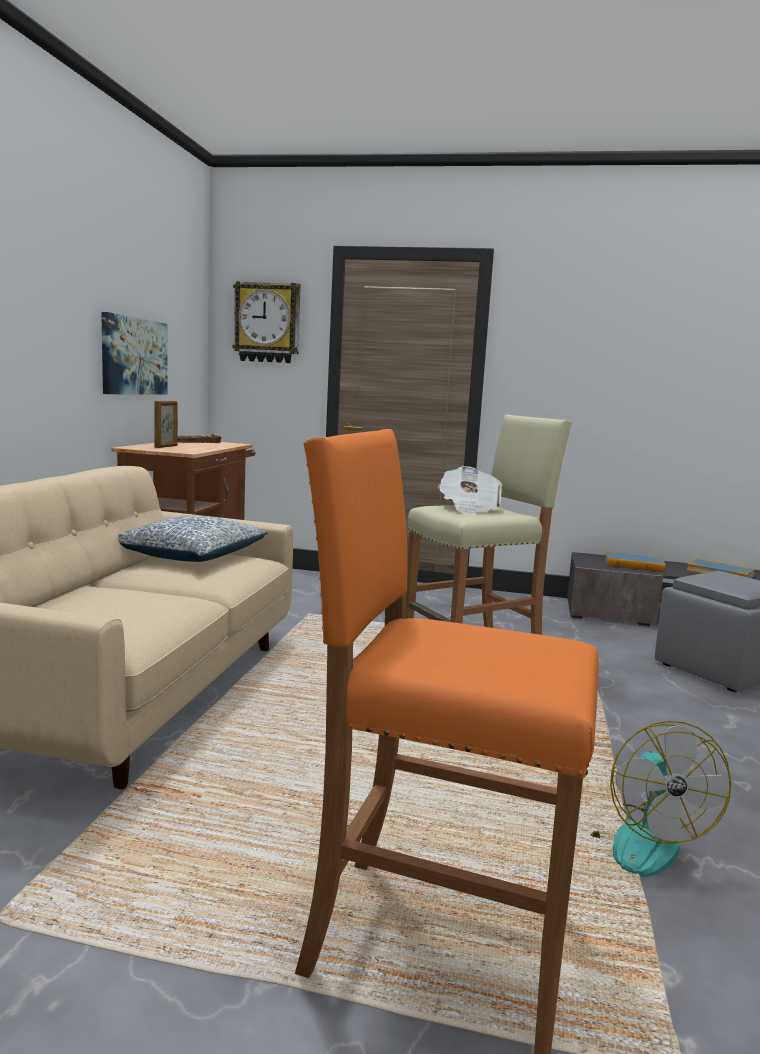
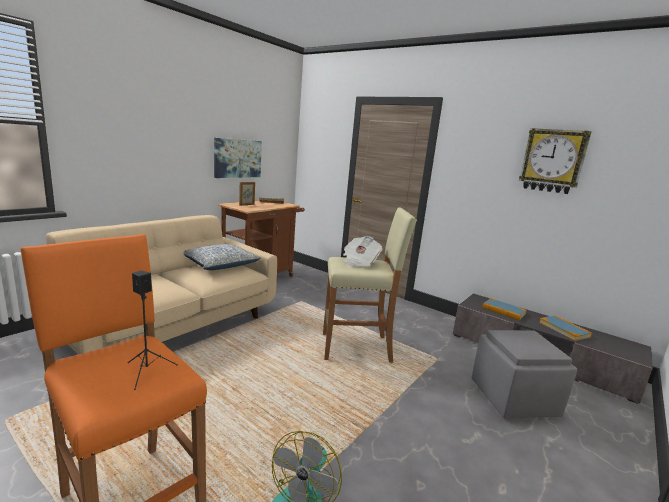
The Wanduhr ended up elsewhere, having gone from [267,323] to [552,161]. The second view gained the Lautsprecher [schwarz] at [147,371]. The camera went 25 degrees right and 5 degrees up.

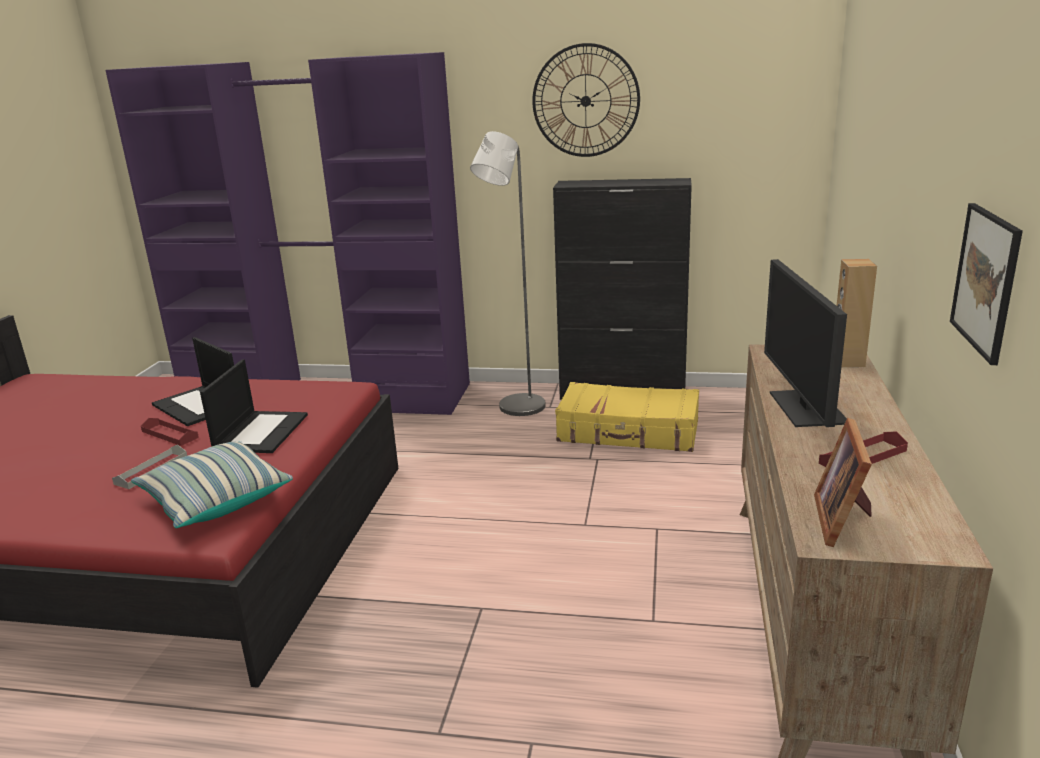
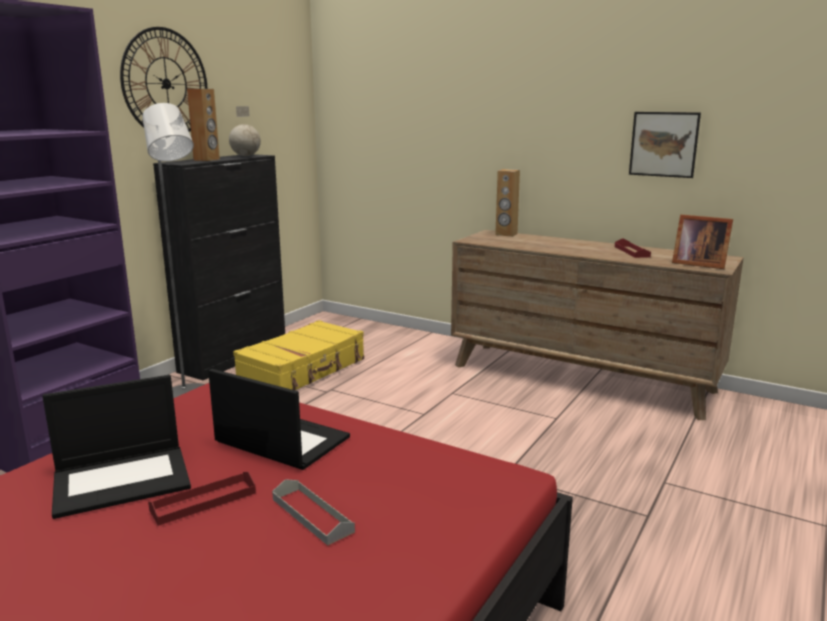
The second view lost the Monitor at [807,408]. The second view lost the Kissen at [215,500]. The second view gained the Lautsprecher [braun] at [207,160]. The second view gained the Globus at [245,156]. The camera went 70 degrees left and 5 degrees down.

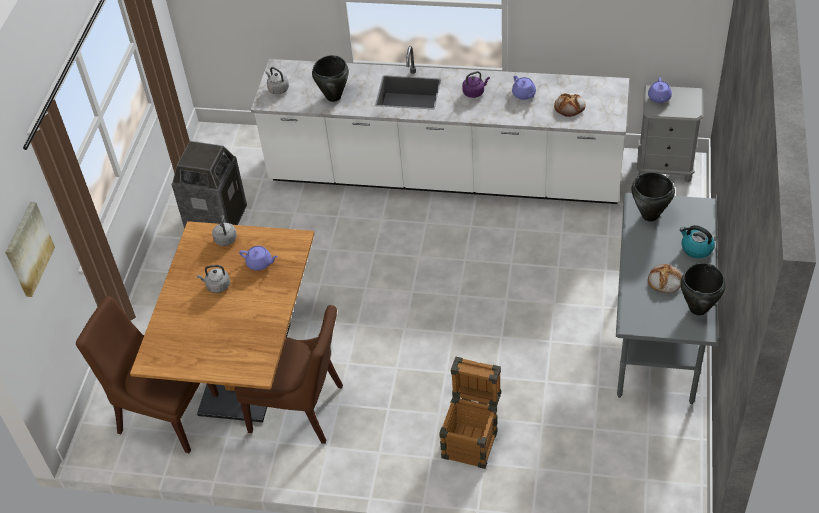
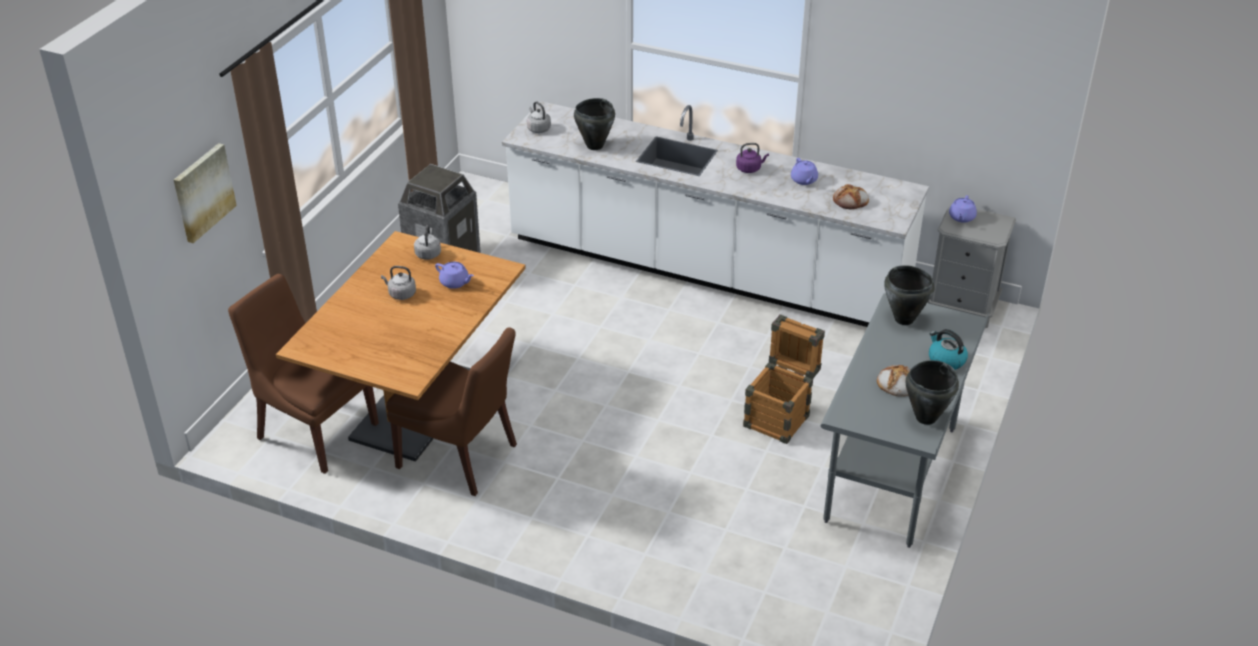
The Kiste ended up elsewhere, having gone from [472,438] to [780,416]. The camera went 10 degrees right and 10 degrees down.

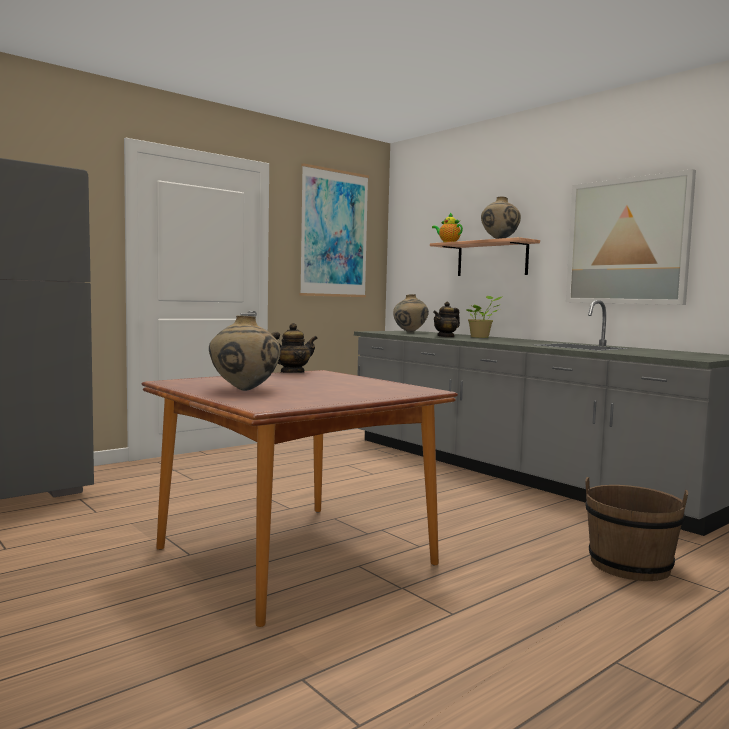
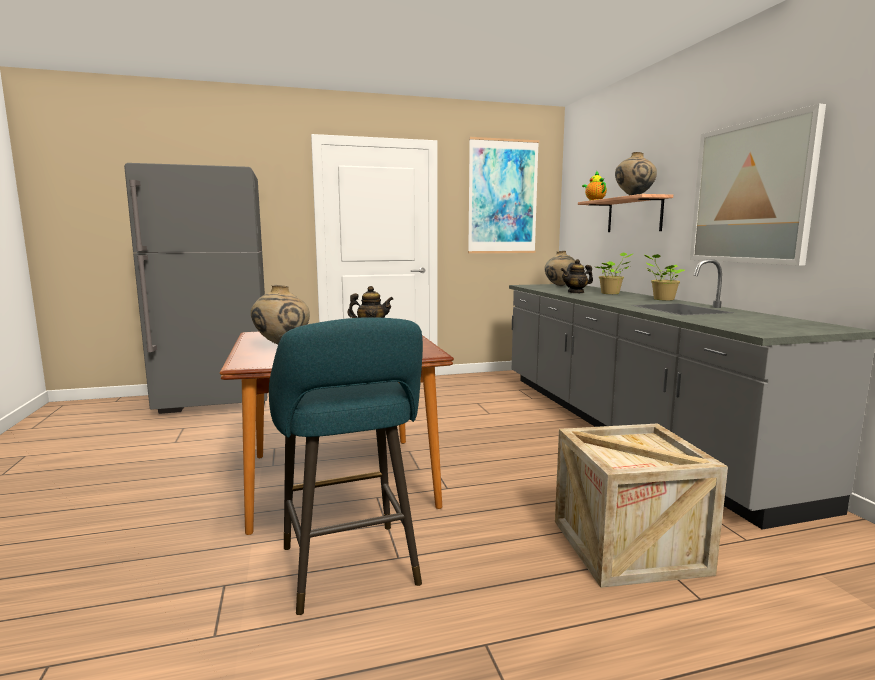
Where the Eimer [braun] stood at [629,565], the Kiste came to stand at [628,546]. The second view gained the Topfpflanze at [662,299]. The second view gained the Hocker [türkis] at [351,570]. The camera went 25 degrees right and 5 degrees up.

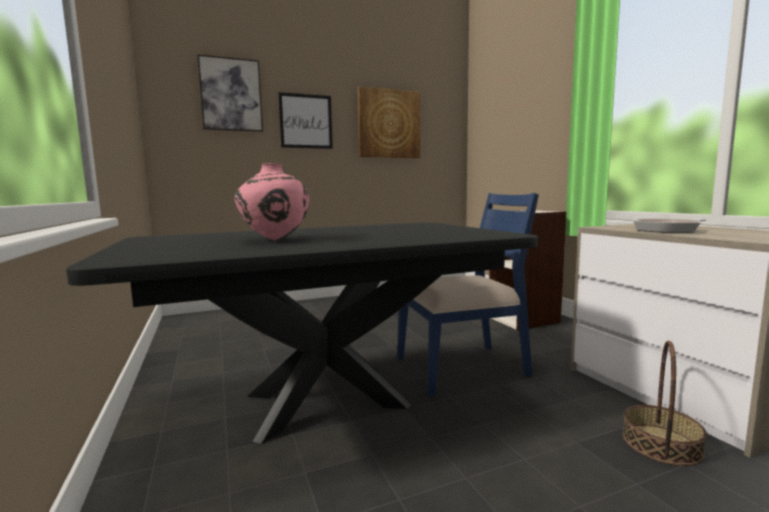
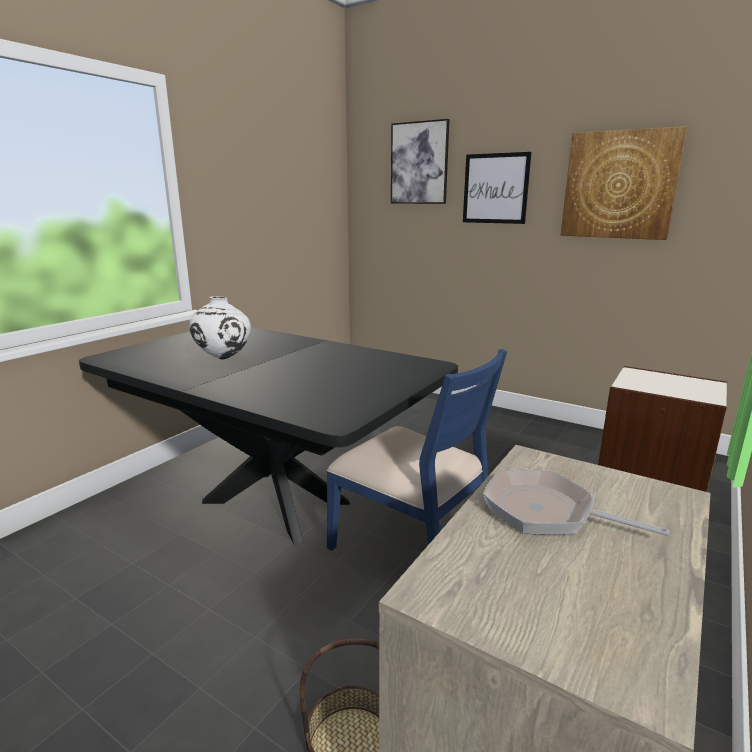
What was the Vase [rosa] at [275,240] turned into the Vase [weiß] at [223,358]. The camera went 55 degrees right and 10 degrees up.

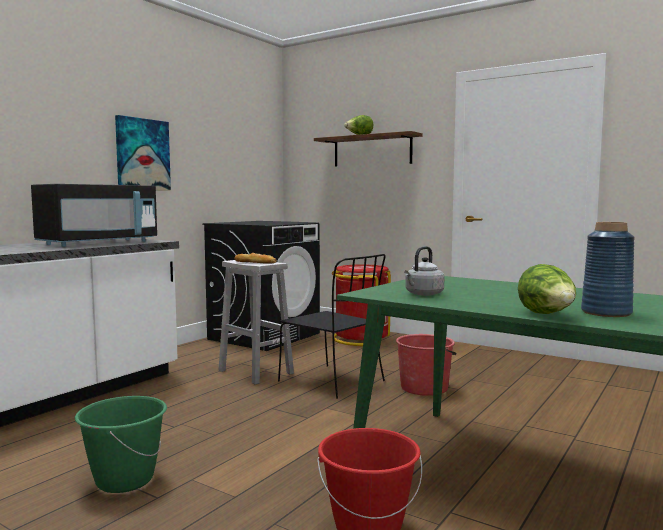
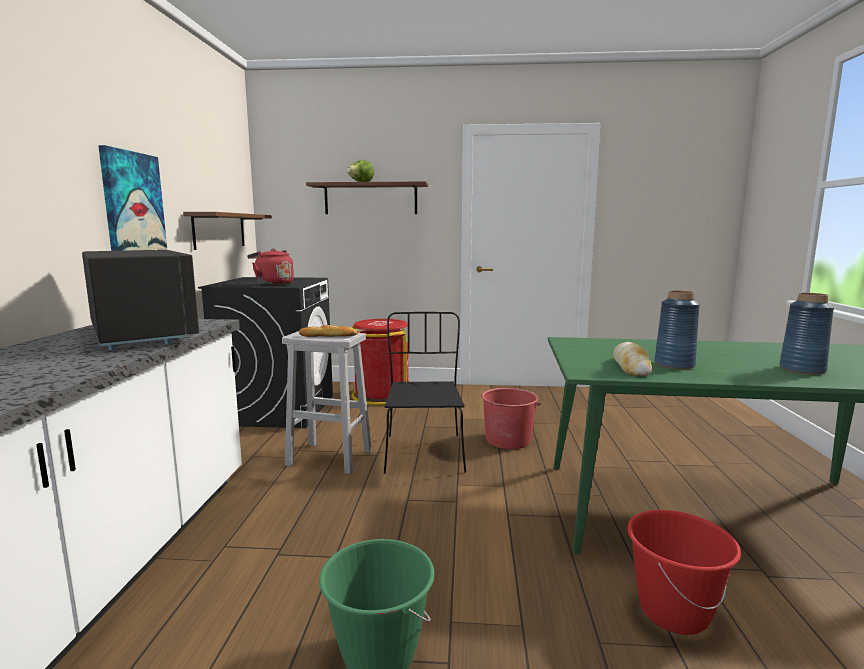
The Mikrowelle [schwarz] at [98,243] ended up facing another way, 45 degrees counterclockwise from before. Where the Wasserkessel [grau] stood at [423,294], the Brot came to stand at [631,366]. The Stuhl [schwarz] at [333,382] ended up facing another way, 105 degrees counterclockwise from before. The second view lost the Salatkopf at [547,315]. The second view gained the Wandregal [braun] at [219,230]. The second view gained the Wasserkessel [rot] at [272,284]. The second view gained the Vase [blau] at [674,365]. The camera went 30 degrees left and 5 degrees up.

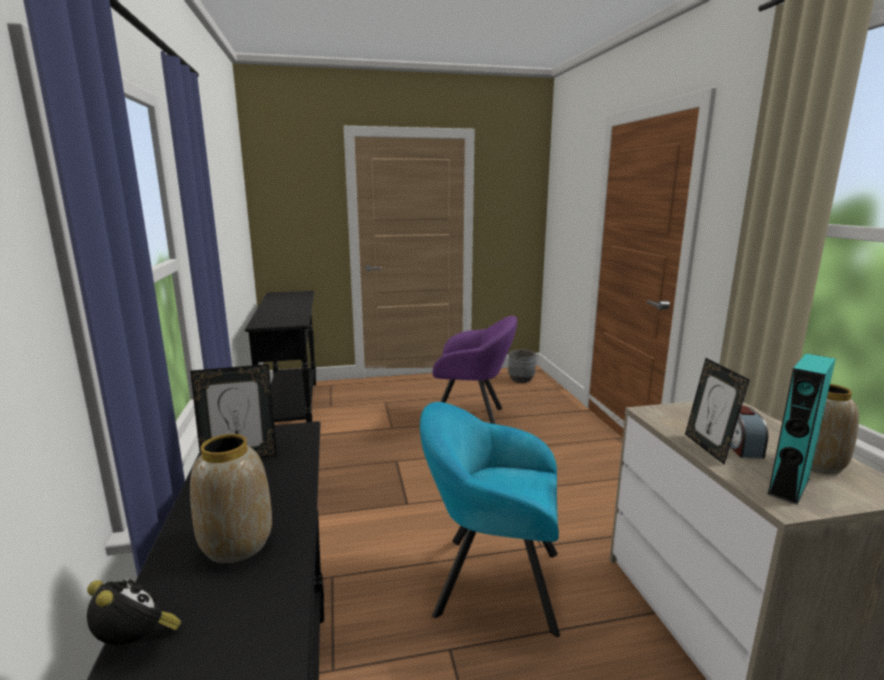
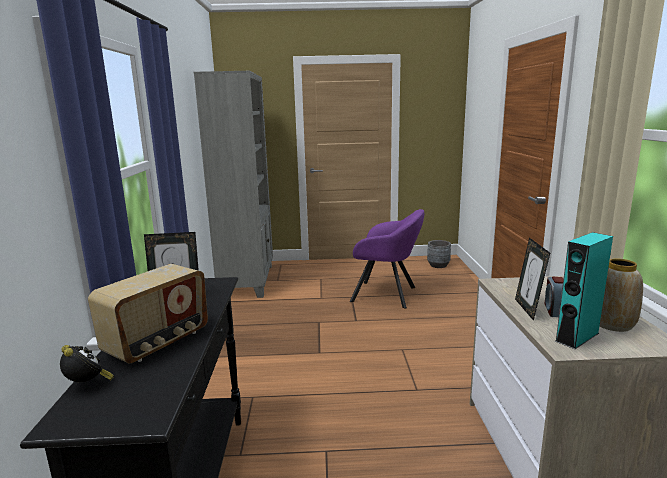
Where the Konsolentisch [schwarz] stood at [292,409], the Bücherregal [grau] came to stand at [248,281]. The second view lost the Sessel [türkis] at [491,580]. Where the Vase stood at [236,544], the Radio came to stand at [158,342]. The camera went 10 degrees right and 0 degrees up.

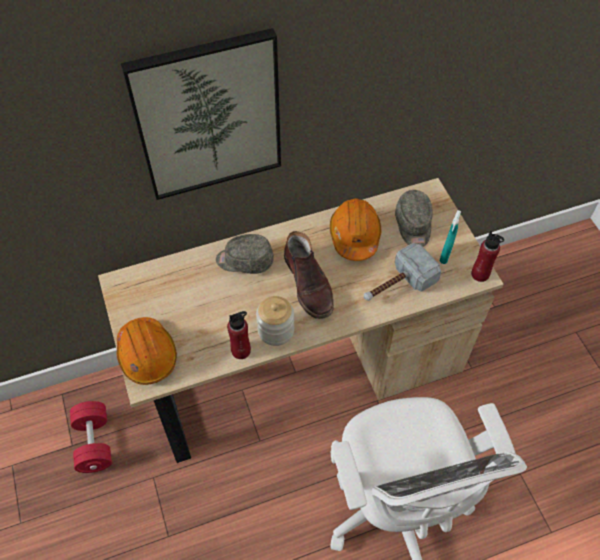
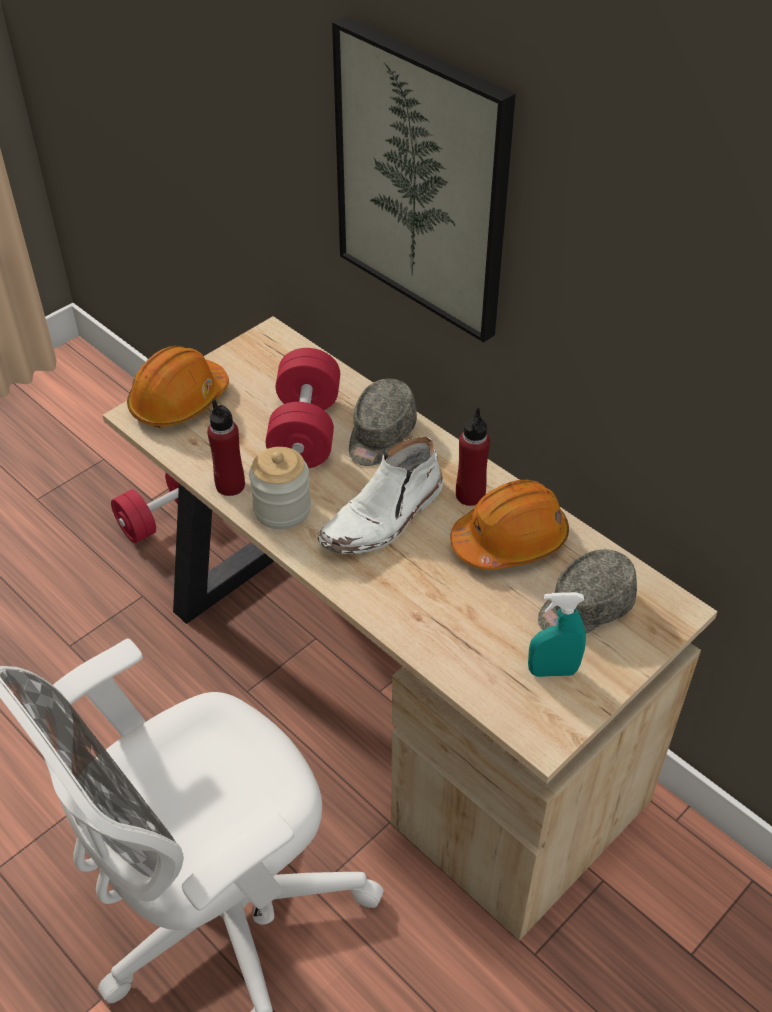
What was the Stiefel [braun] at [309,284] turned into the Stiefel [weiß] at [384,517]. The Flasche [rot] ended up elsewhere, having gone from [480,274] to [470,495]. The Kappe [grau] at [244,261] ended up facing another way, 135 degrees counterclockwise from before. The second view lost the Hammer at [396,285]. The second view gained the Hantel [rot] at [305,431]. The camera went 65 degrees right and 10 degrees down.

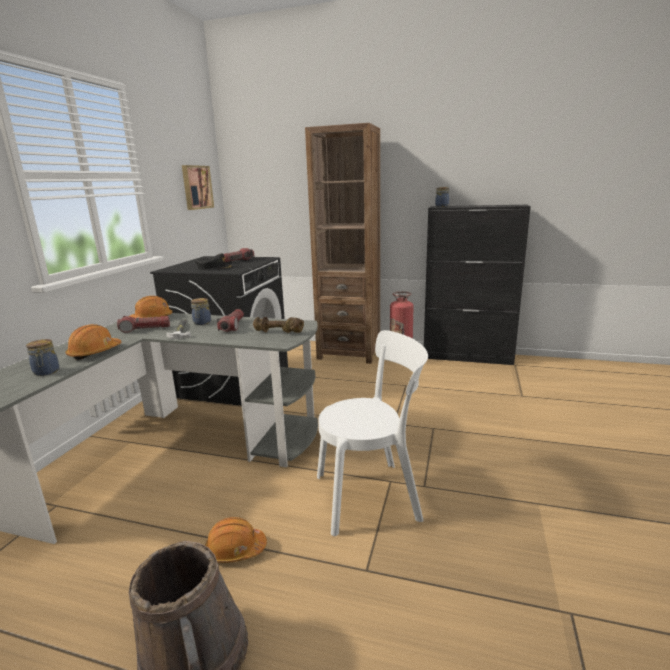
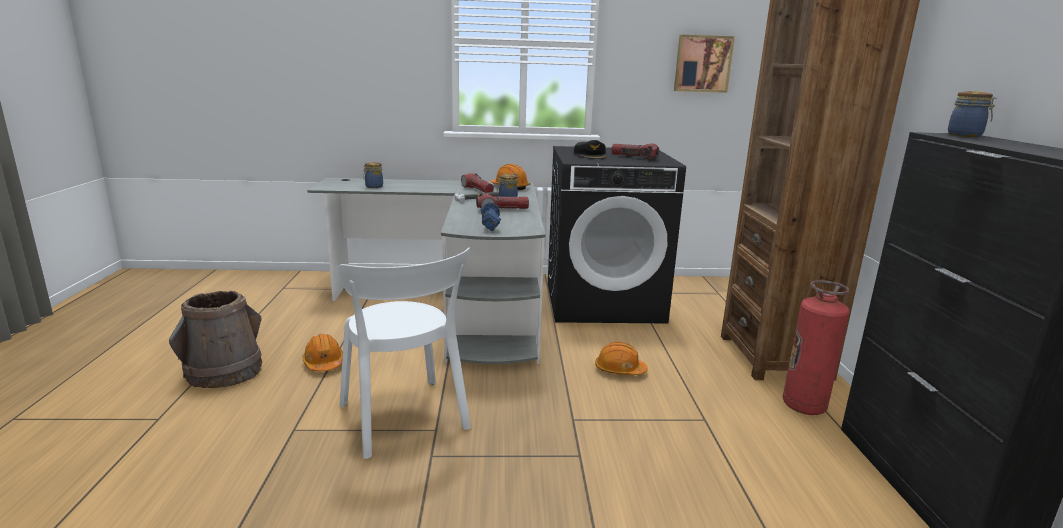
What was the Hantel [braun] at [278,332] turned into the Hantel [blau] at [490,225]. The Schutzhelm [orange] ended up elsewhere, having gone from [94,352] to [619,370]. The camera went 70 degrees right and 0 degrees up.

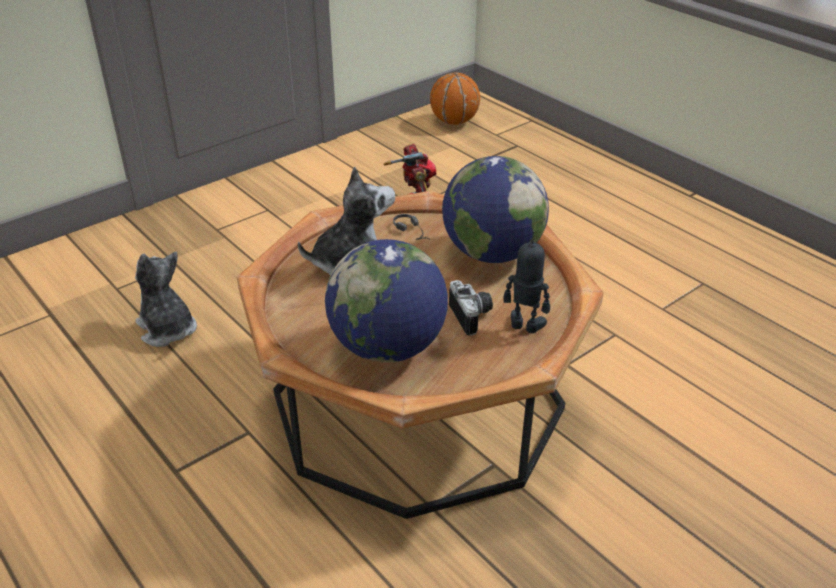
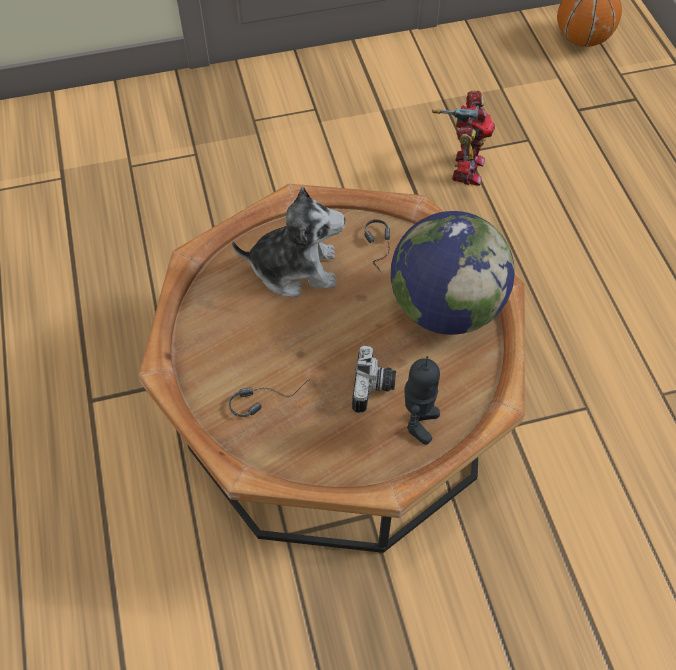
The Spielzeugroboter at [524,326] ended up facing another way, 60 degrees clockwise from before. Where the Globus stood at [388,347], the Kopfhörer came to stand at [268,396]. The second view lost the Plüschtier at [167,329]. The camera went 25 degrees right and 20 degrees up.

